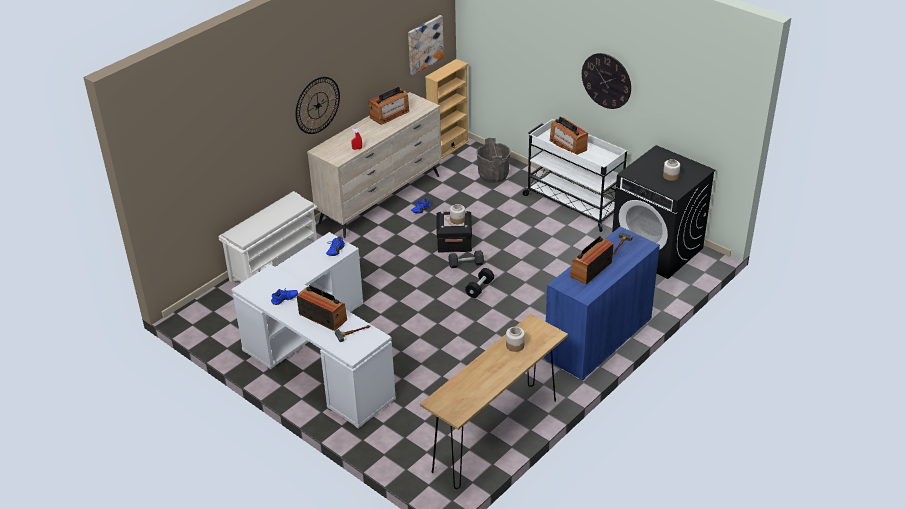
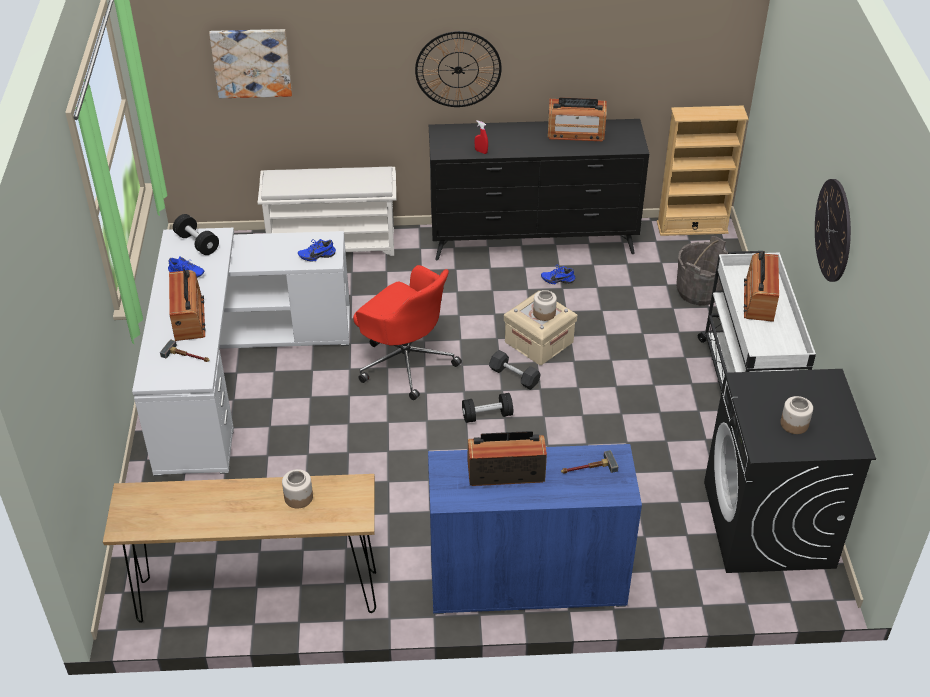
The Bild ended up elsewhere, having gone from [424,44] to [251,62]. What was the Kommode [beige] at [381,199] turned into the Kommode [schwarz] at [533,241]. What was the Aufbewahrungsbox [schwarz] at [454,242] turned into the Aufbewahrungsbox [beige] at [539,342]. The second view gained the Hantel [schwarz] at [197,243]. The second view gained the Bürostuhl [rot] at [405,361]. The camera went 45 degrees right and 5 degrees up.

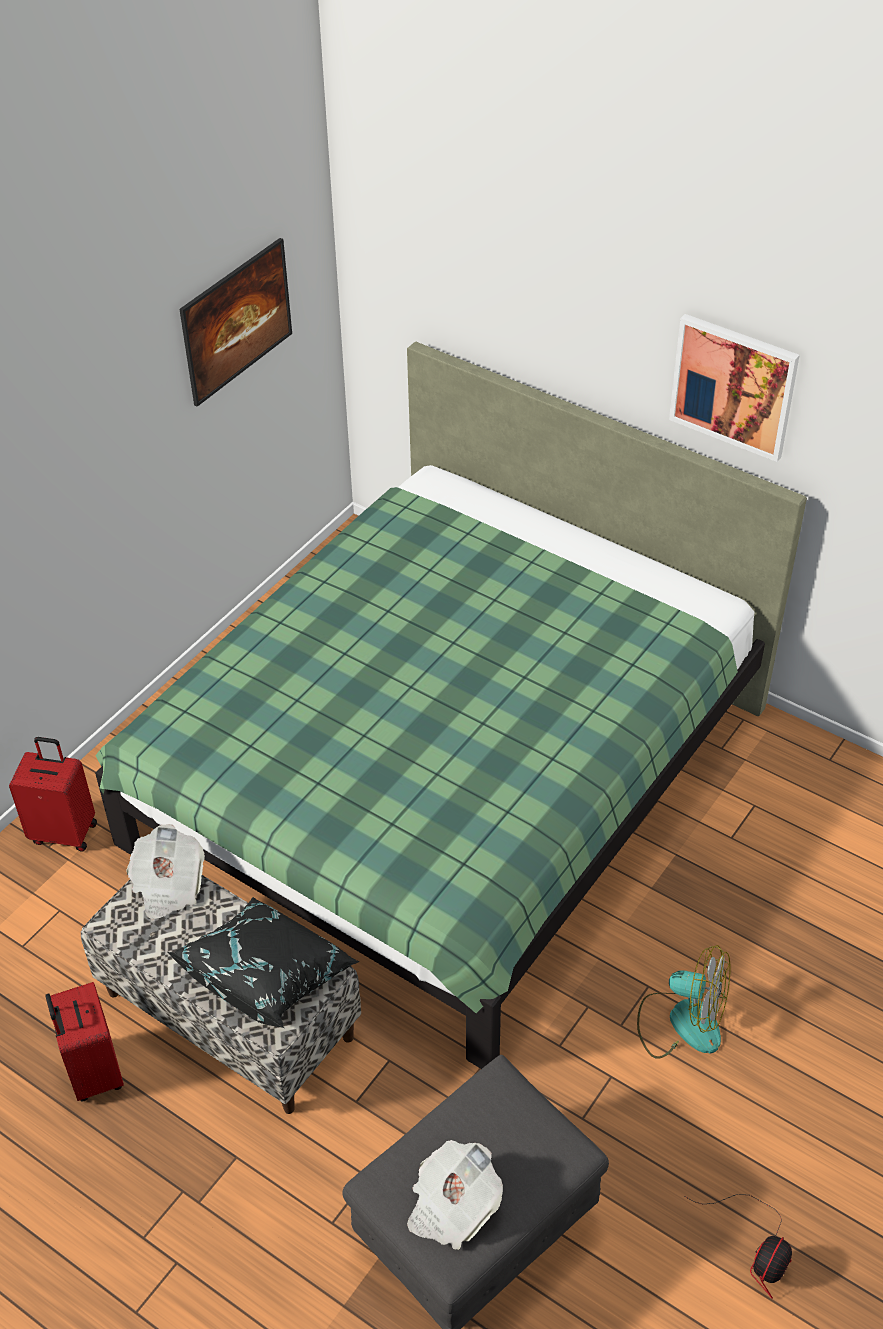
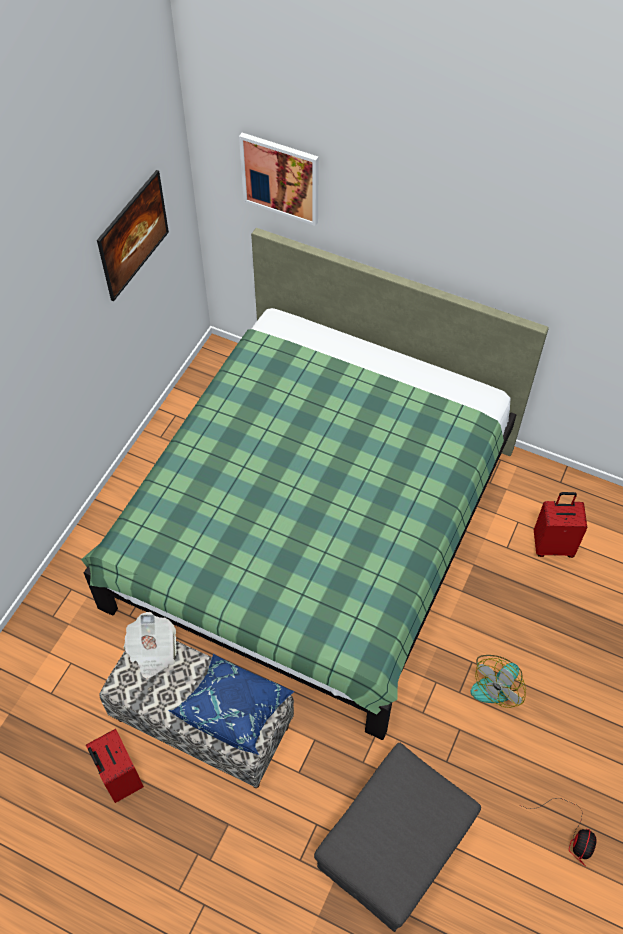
The Bild ended up elsewhere, having gone from [733,386] to [280,178]. The Koffer [rot] ended up elsewhere, having gone from [64,832] to [553,545]. What was the Kissen [schwarz] at [269,975] turned into the Kissen [blau] at [235,709]. The Ventilator at [681,1021] ended up facing another way, 120 degrees clockwise from before. The second view lost the Zeitung at [452,1206]. The camera went 10 degrees left and 10 degrees up.

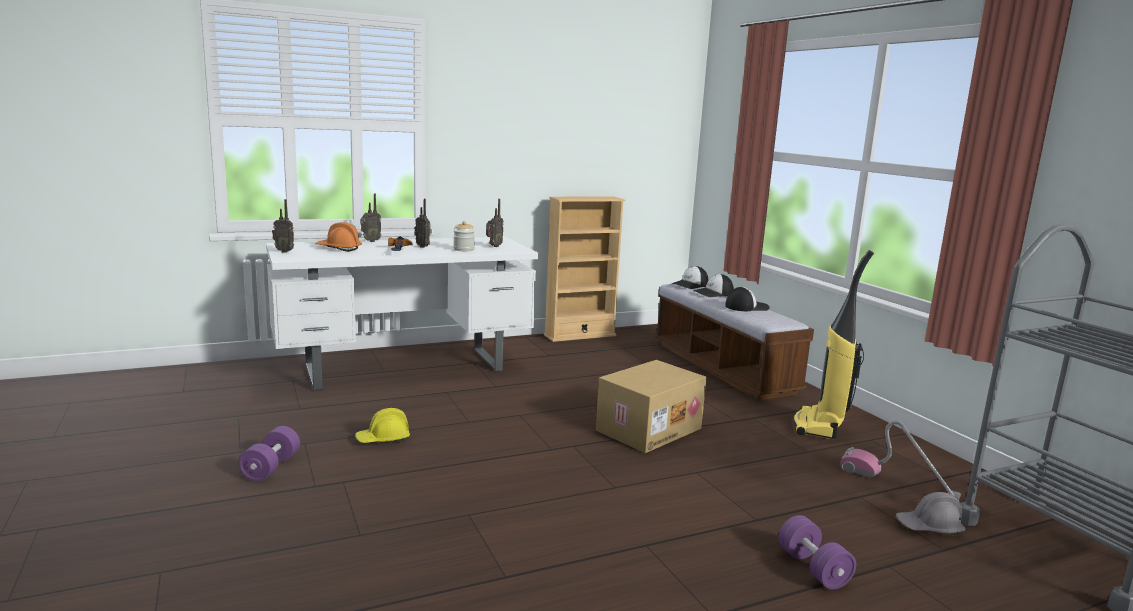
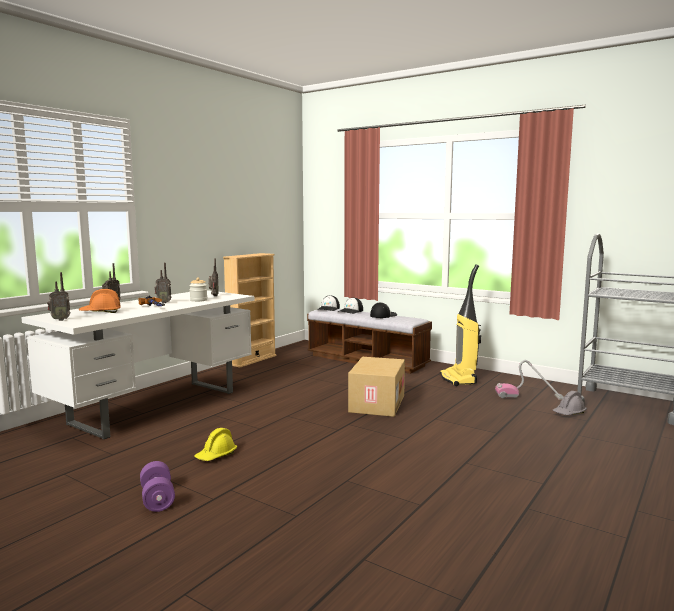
The second view lost the Hantel [lila] at [813,568]. The camera went 30 degrees left and 5 degrees down.

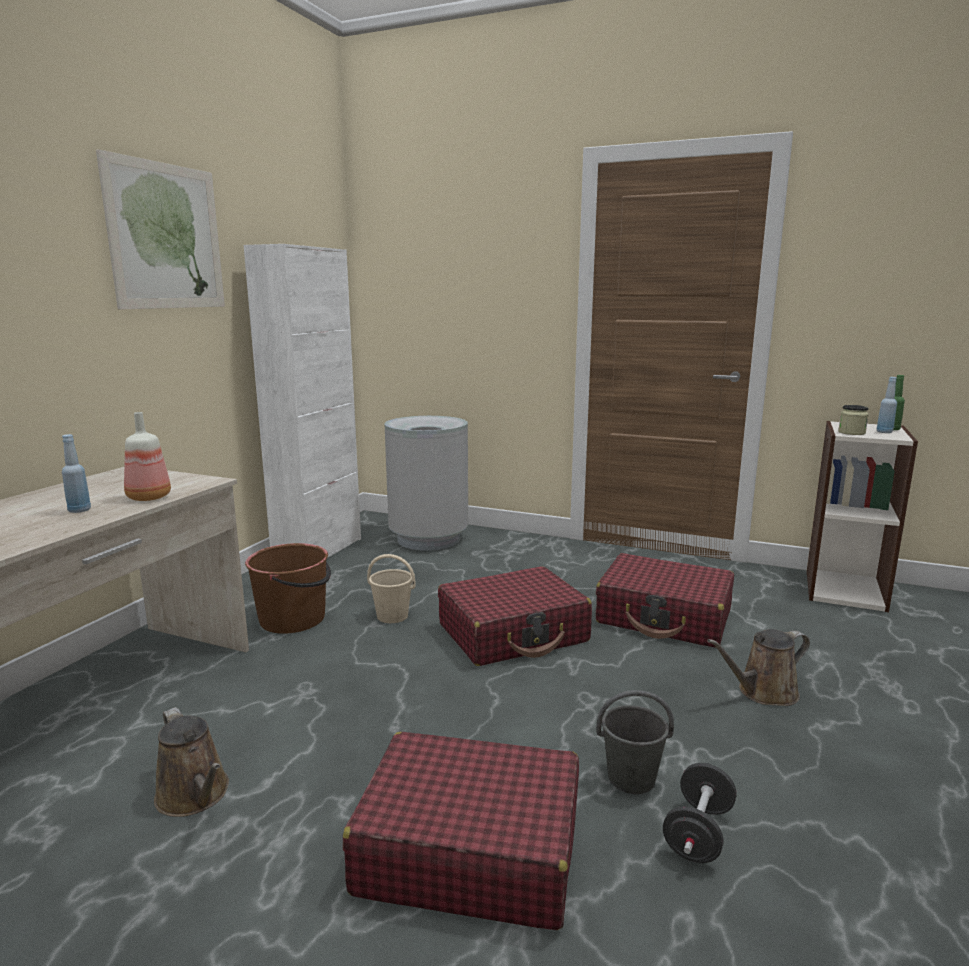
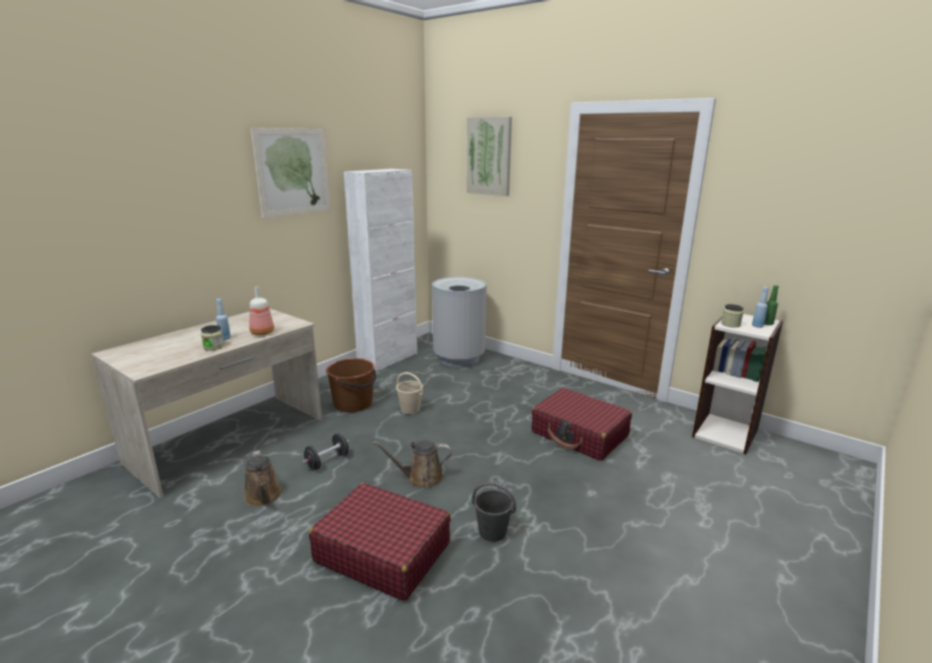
The second view lost the Koffer [rot] at [513,633]. The Gießkanne [braun] ended up elsewhere, having gone from [763,693] to [421,478]. The Hantel [schwarz] ended up elsewhere, having gone from [698,833] to [327,461]. The second view gained the Bild at [489,156]. The second view gained the Vorratsglas at [214,347]. The camera went 15 degrees right and 5 degrees up.

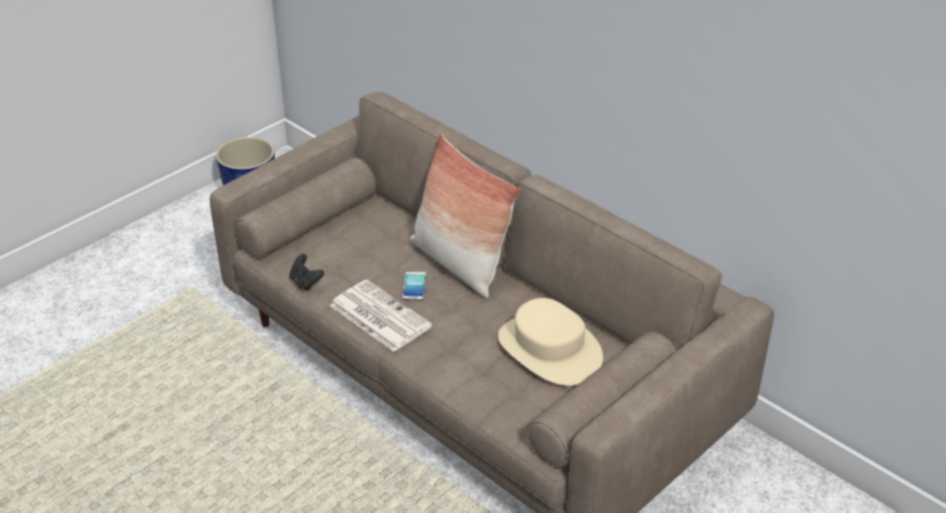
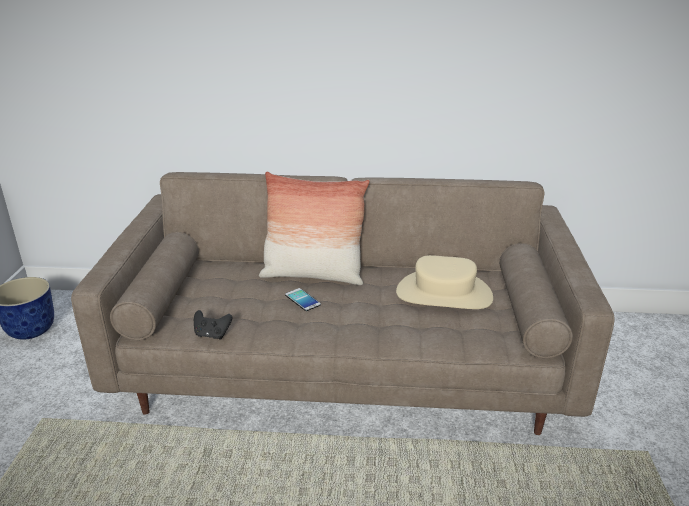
The second view lost the Zeitung at [378,316]. The camera went 40 degrees left and 10 degrees down.

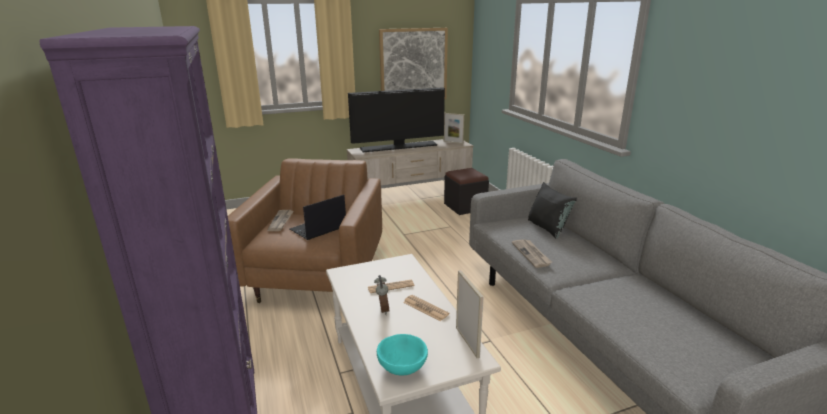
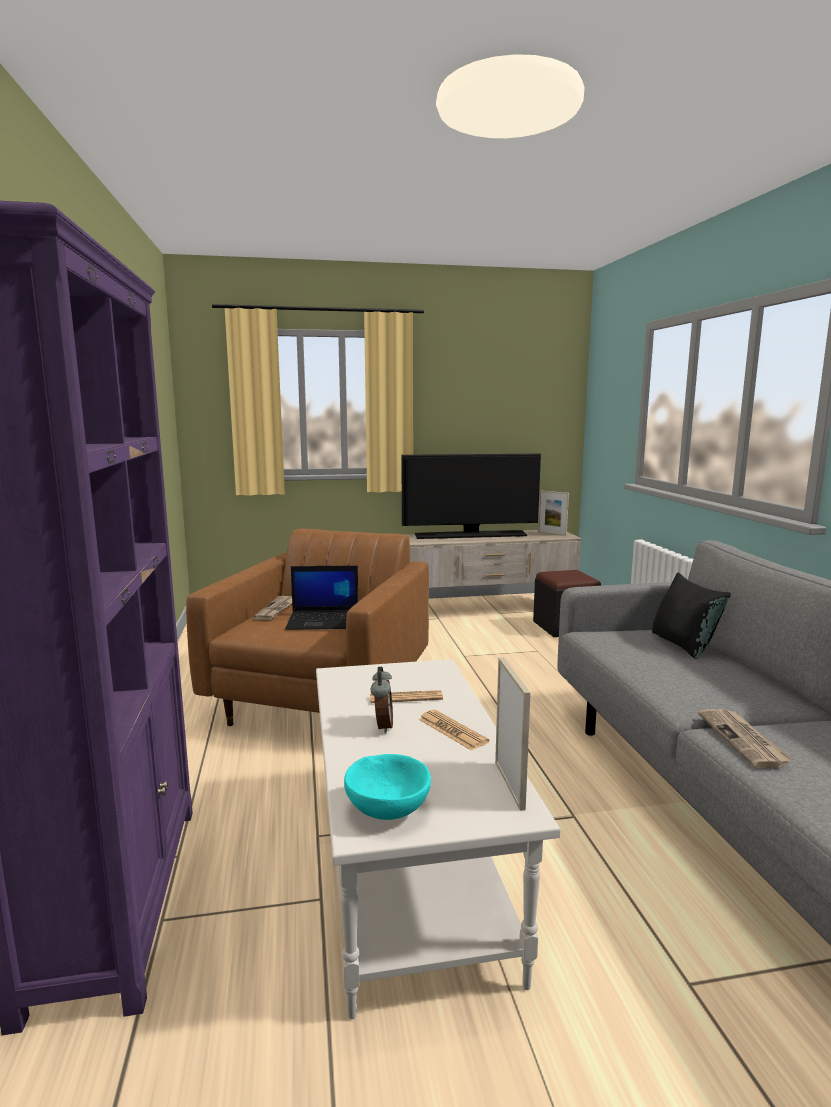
The second view lost the Bild at [413,65]. The Laptop at [318,228] ended up facing another way, 150 degrees counterclockwise from before. The Zeitung ended up elsewhere, having gone from [531,254] to [743,740]. The camera went 10 degrees right and 10 degrees down.

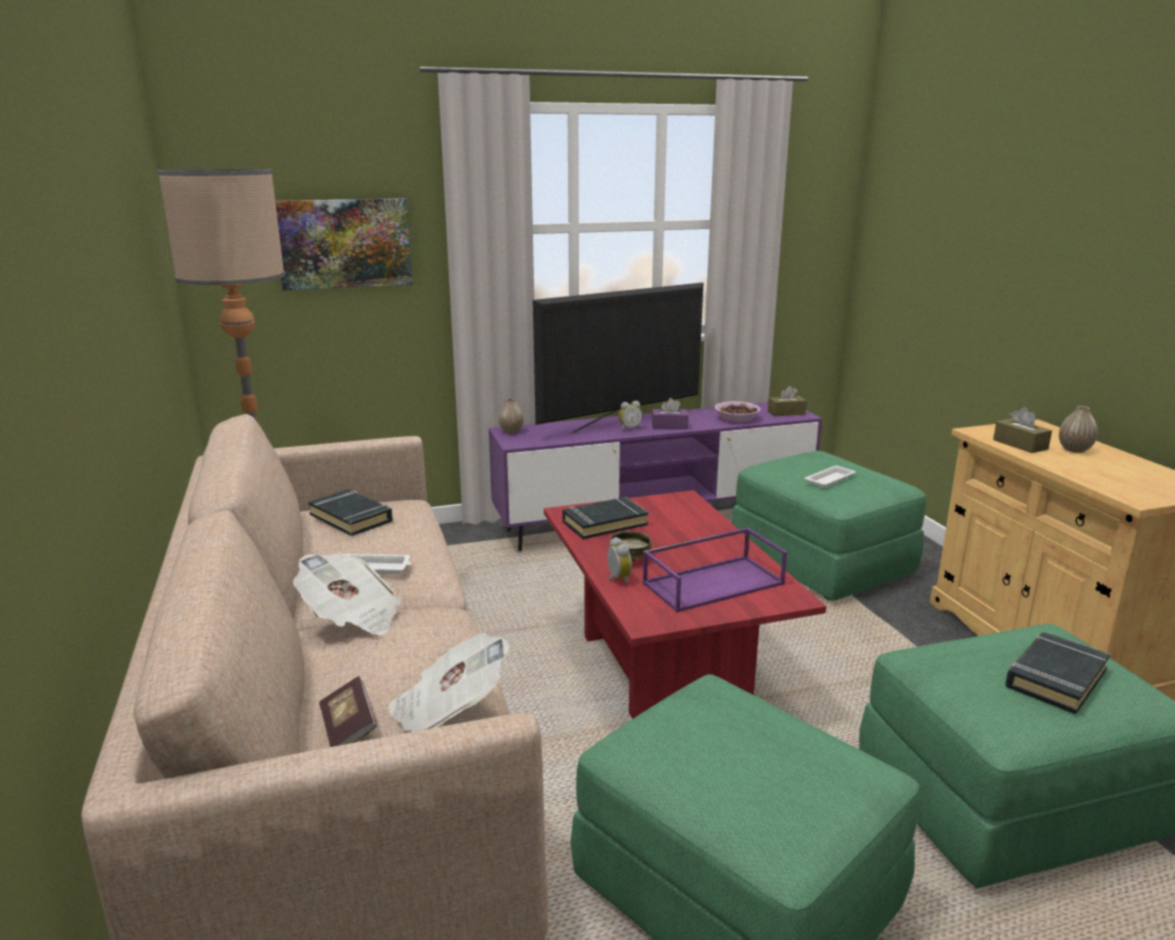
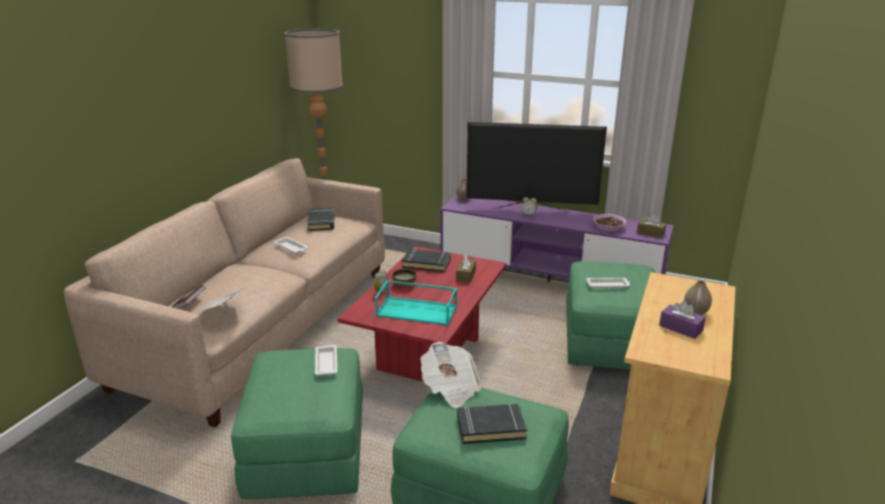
The second view lost the Bild at [344,243]. The Taschentuchbox [lila] ended up elsewhere, having gone from [669,426] to [680,328]. The Taschentuchbox [braun] ended up elsewhere, having gone from [1020,444] to [466,275]. What was the Tablett [lila] at [713,582] turned into the Tablett [türkis] at [417,310]. The Zeitung ended up elsewhere, having gone from [351,617] to [450,388]. The second view gained the Tablett [weiß] at [326,362]. The camera went 40 degrees right and 5 degrees up.

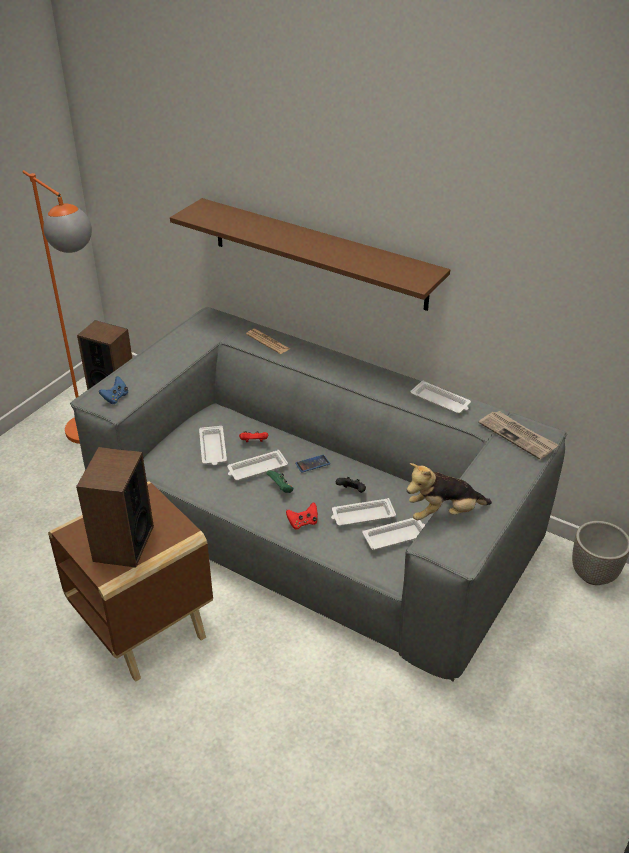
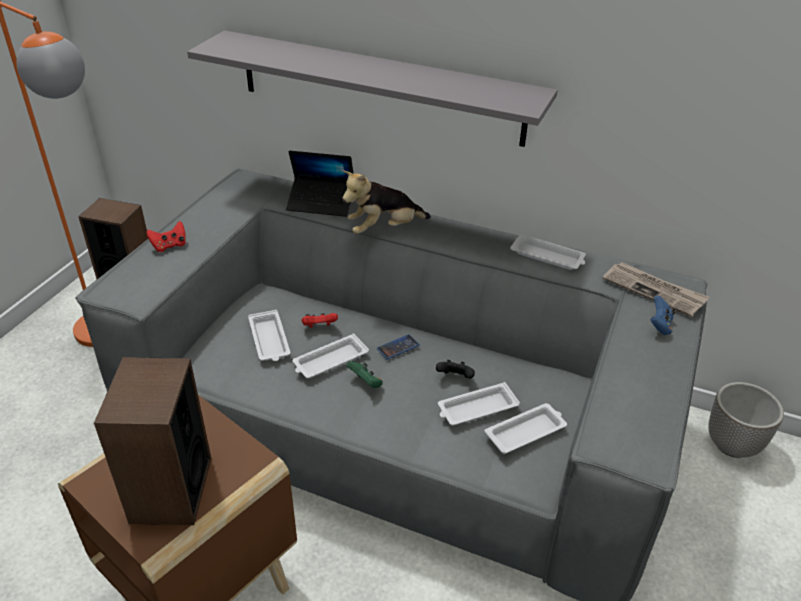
What was the Wandregal [braun] at [318,253] turned into the Wandregal [grau] at [379,87]. Where the Zeitung stood at [268,342], the Laptop came to stand at [321,203]. The Gamepad [blau] ended up elsewhere, having gone from [115,398] to [659,325]. The Plüschtier ended up elsewhere, having gone from [444,513] to [384,229]. The Gamepad [rot] ended up elsewhere, having gone from [303,523] to [169,246]. The camera went 10 degrees left and 0 degrees up.

